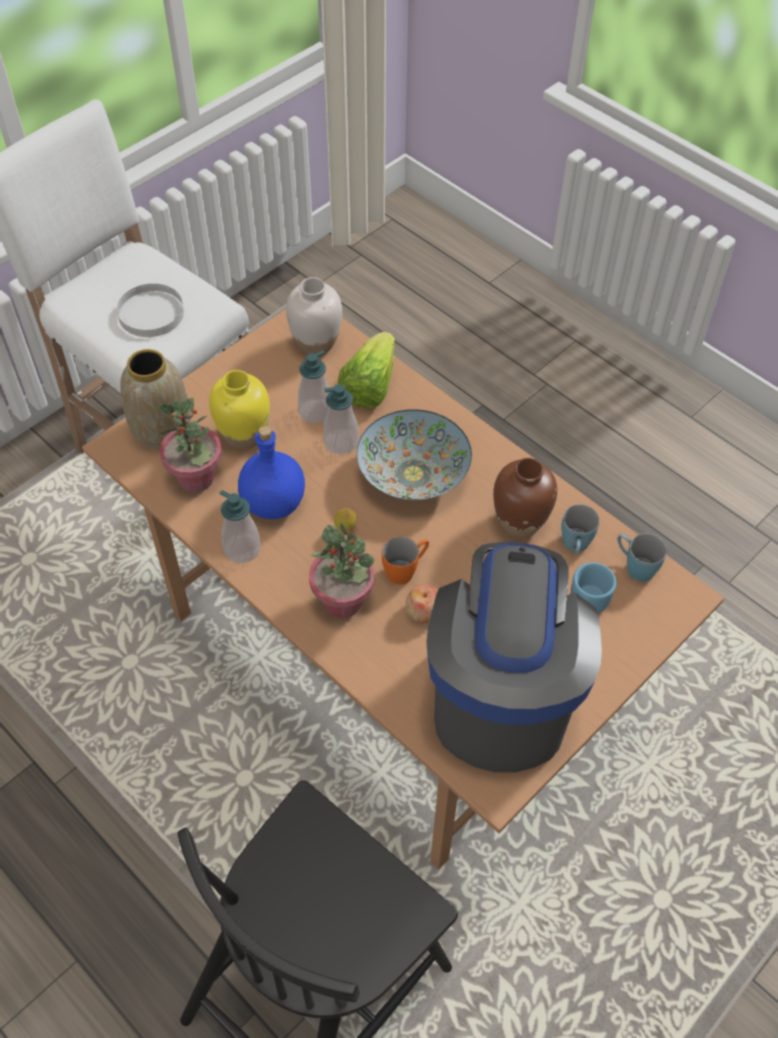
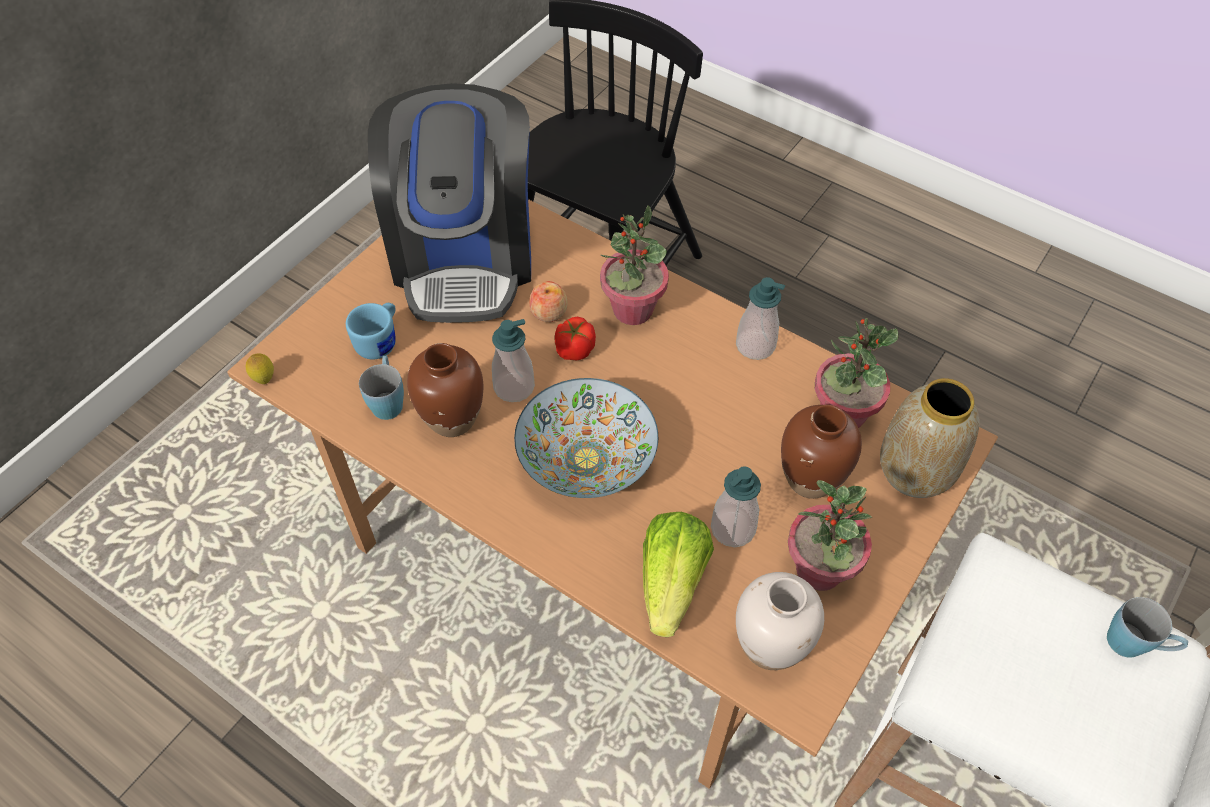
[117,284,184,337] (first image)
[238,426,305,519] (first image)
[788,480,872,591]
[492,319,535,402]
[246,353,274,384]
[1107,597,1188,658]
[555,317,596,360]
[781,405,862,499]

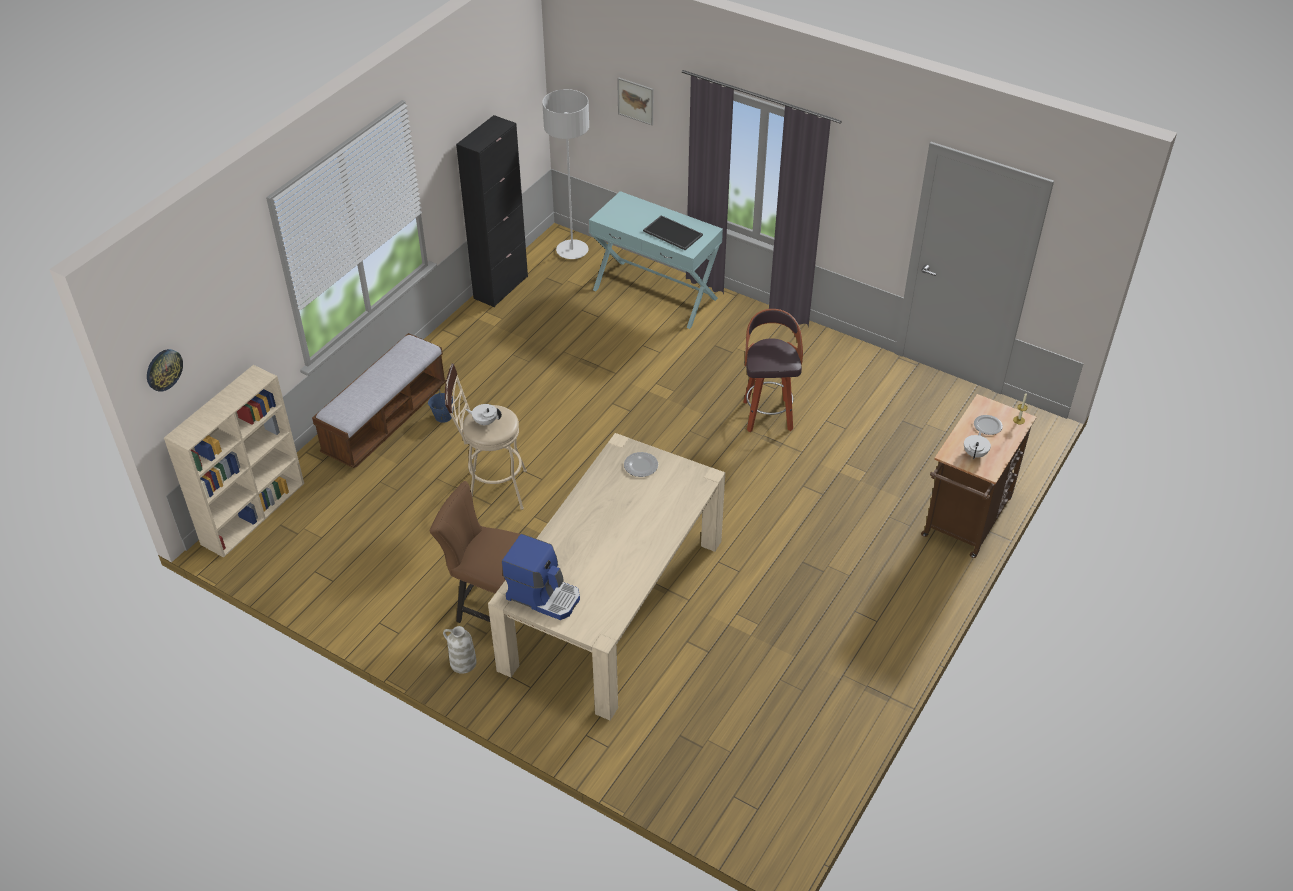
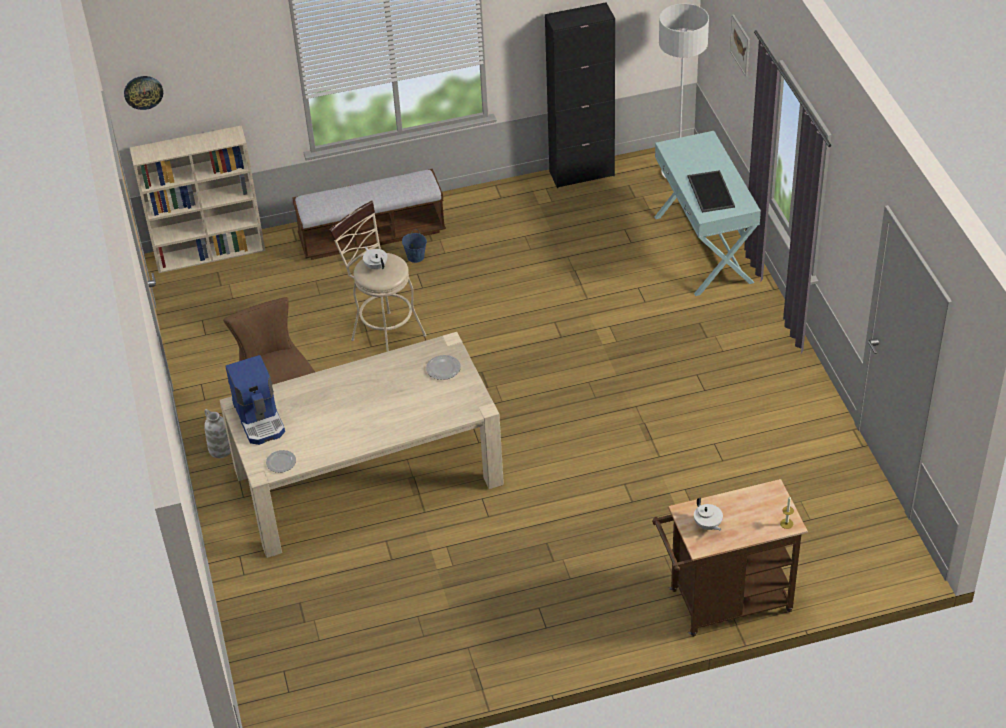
[743,309,803,432] (first image)
[266,450,296,473]
[694,498,723,531]

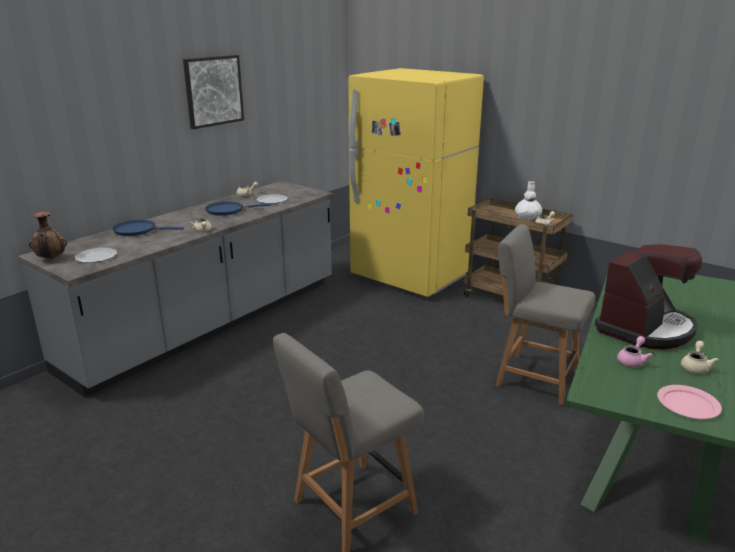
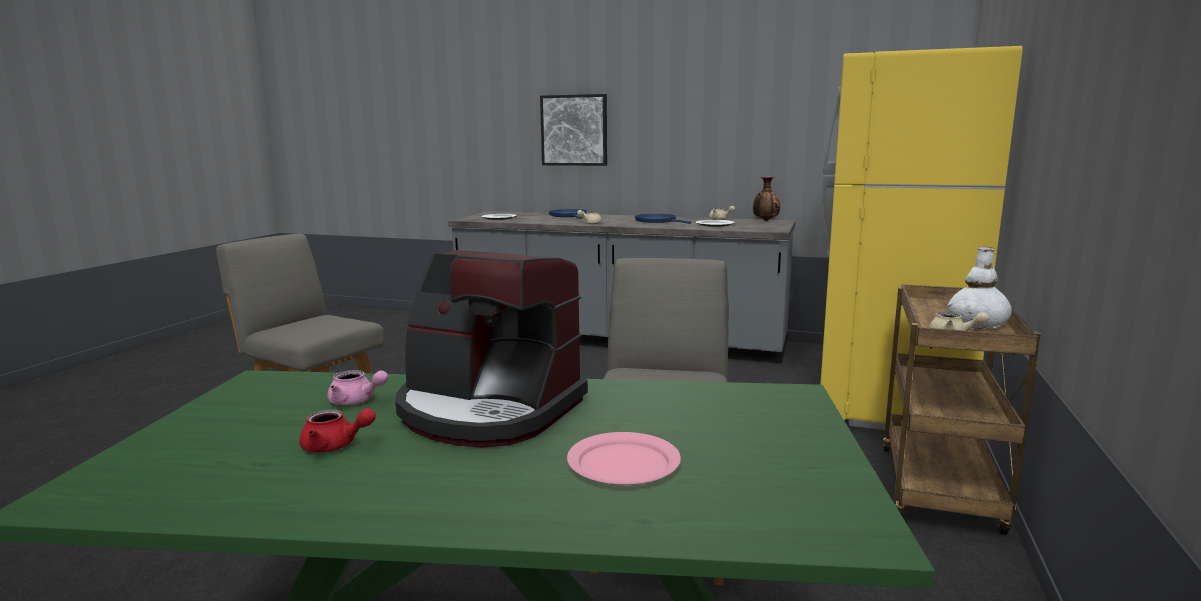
[753,176,780,221]
[540,94,607,166]
[567,432,681,485]
[299,408,376,452]

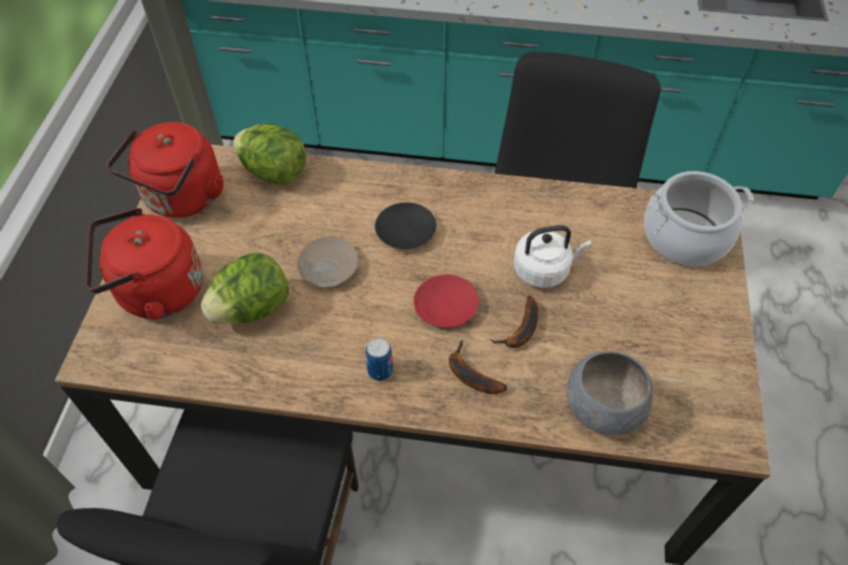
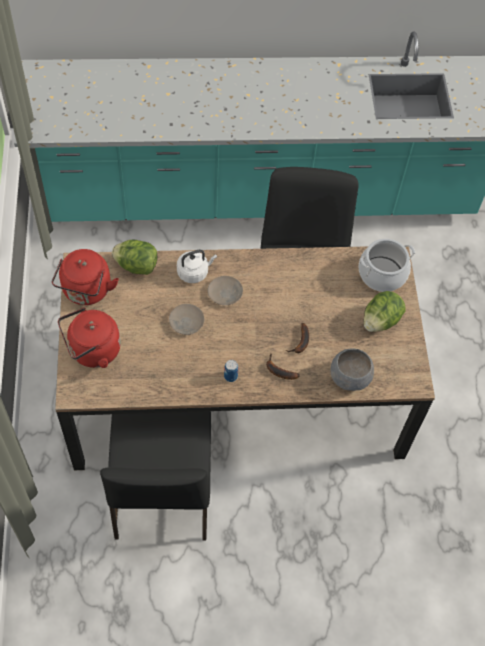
[414,274,479,328] (first image)
[364,291,406,332]
[177,250,217,283]
[207,276,243,305]

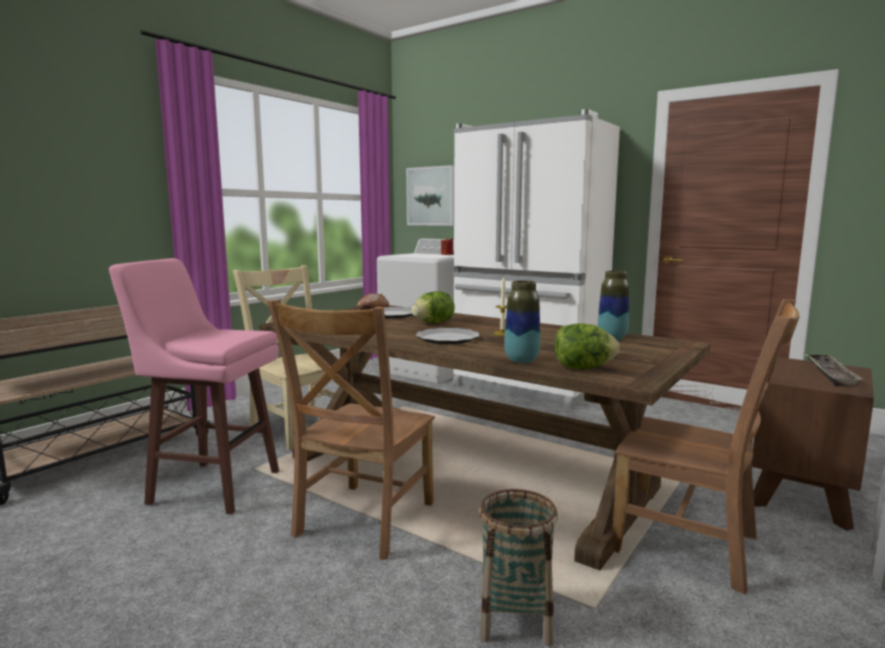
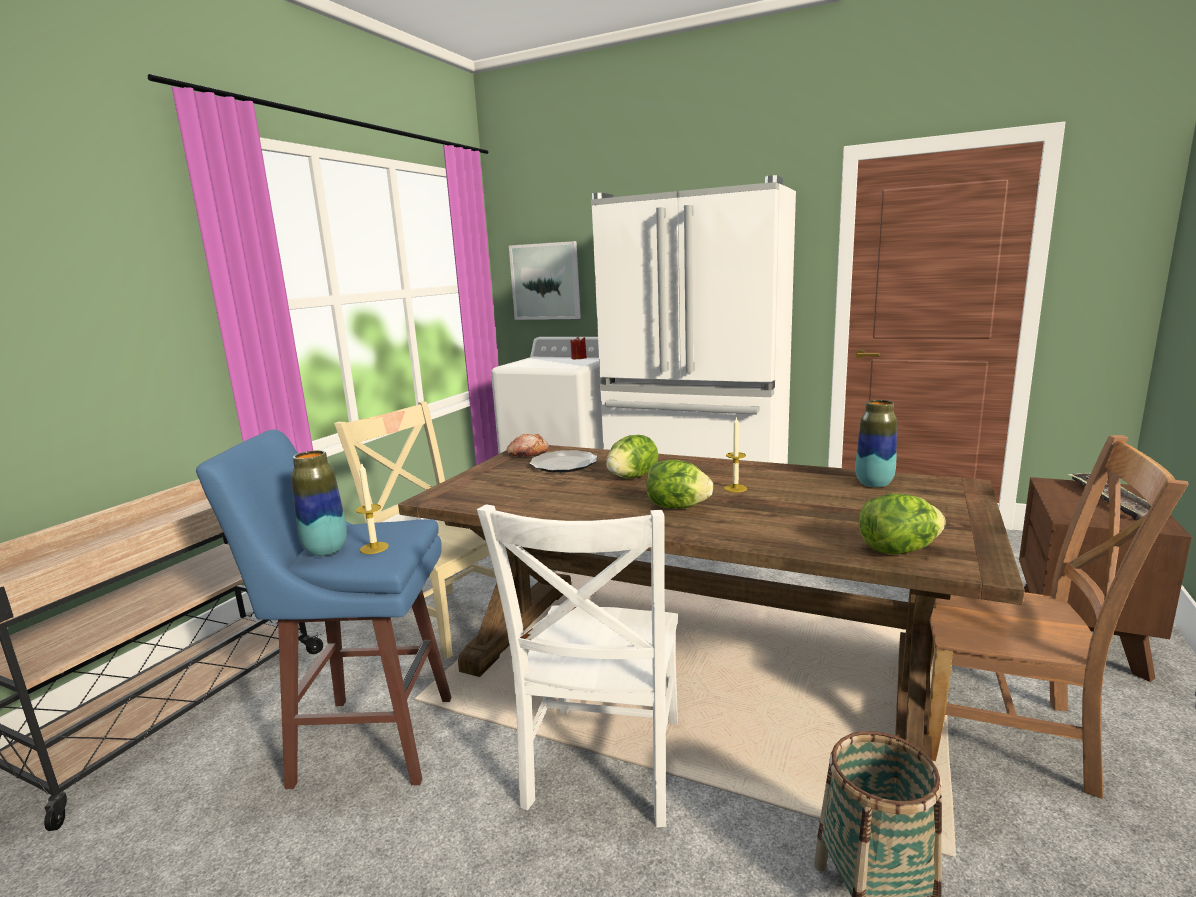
[356,462,389,554]
[291,450,347,556]
[646,460,713,509]
[196,430,452,789]
[477,504,678,828]

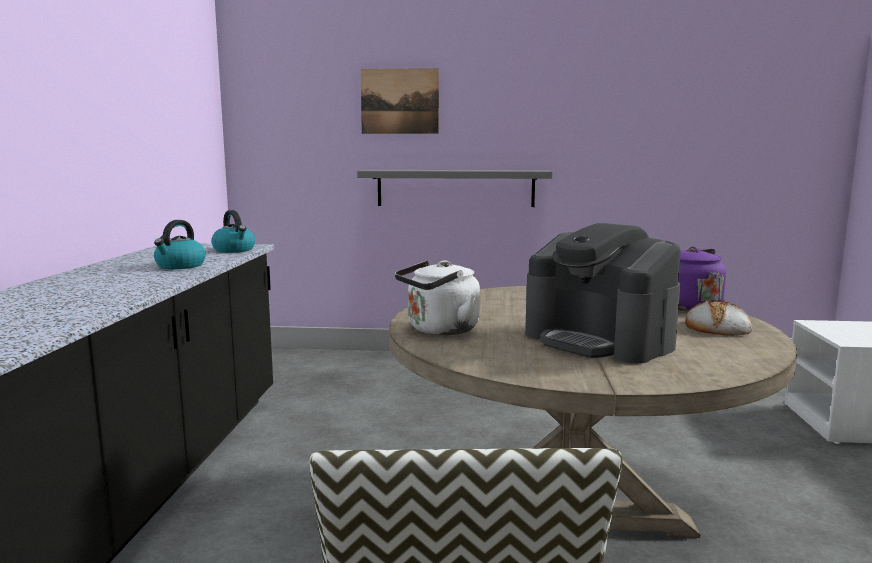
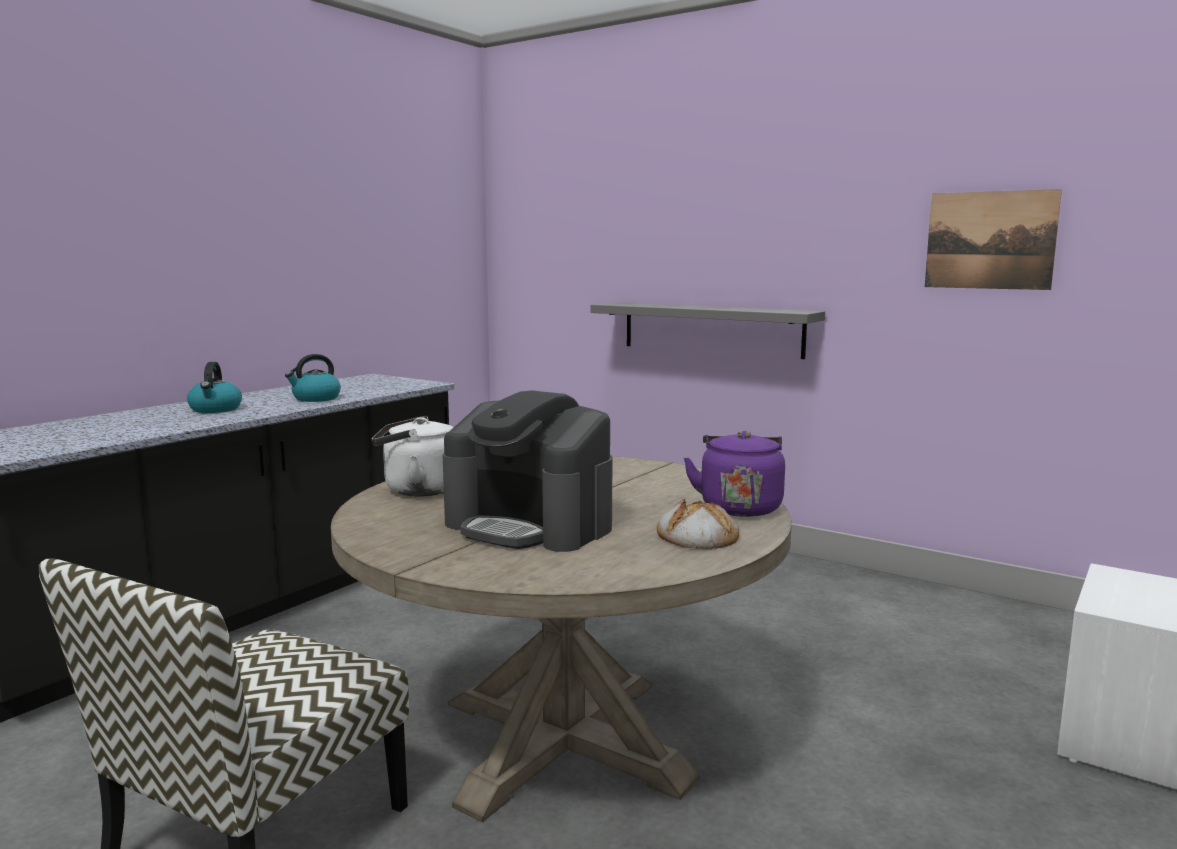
[187,362,242,413]
[925,189,1062,290]
[443,390,612,552]

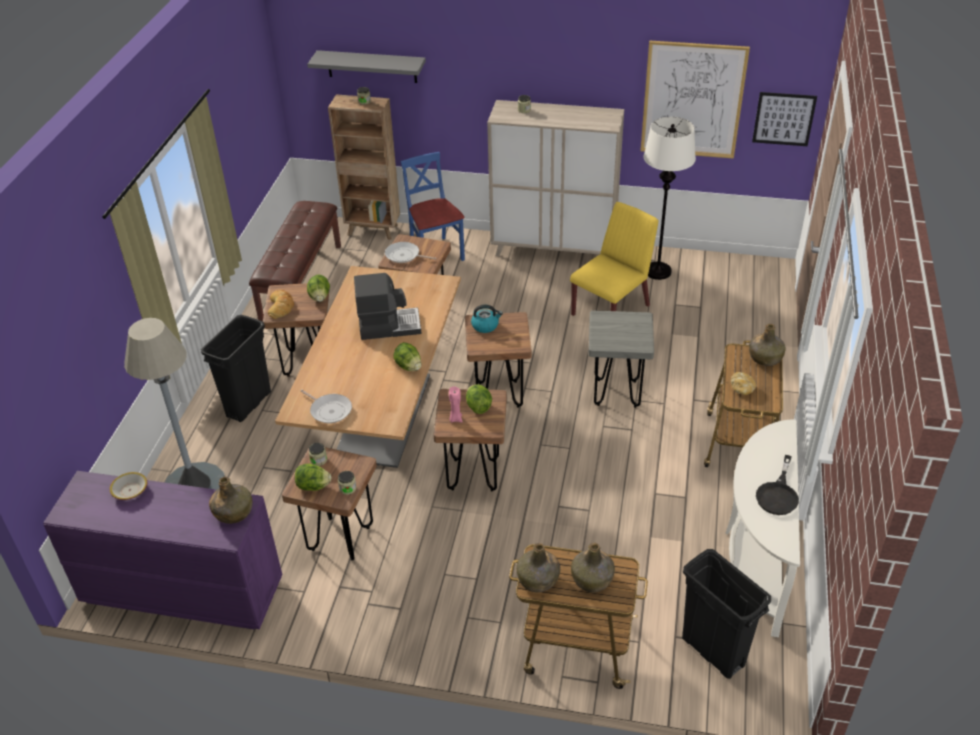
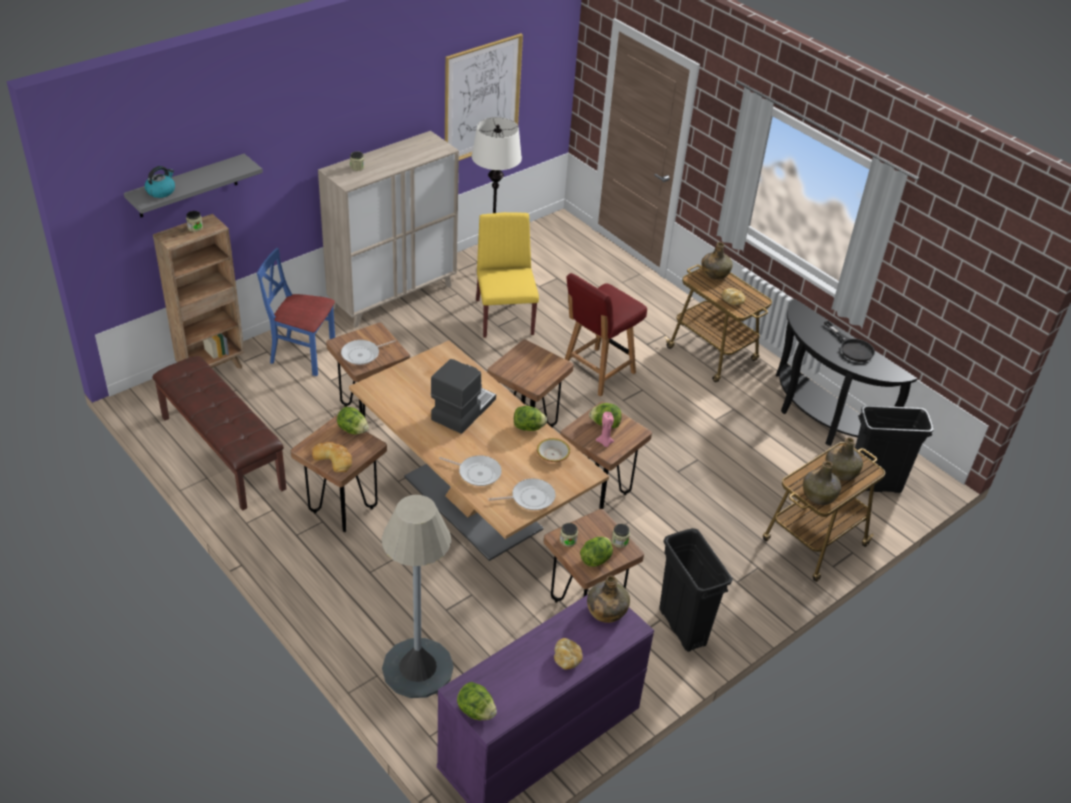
[752,92,817,146] (first image)
[439,455,502,486]
[457,682,497,720]
[554,638,583,670]
[537,438,570,462]
[659,528,733,652]
[145,166,175,198]
[565,273,647,397]
[775,299,918,446]

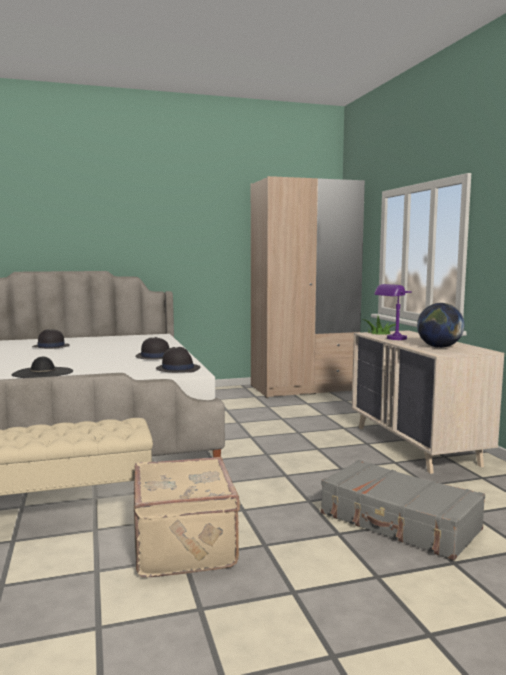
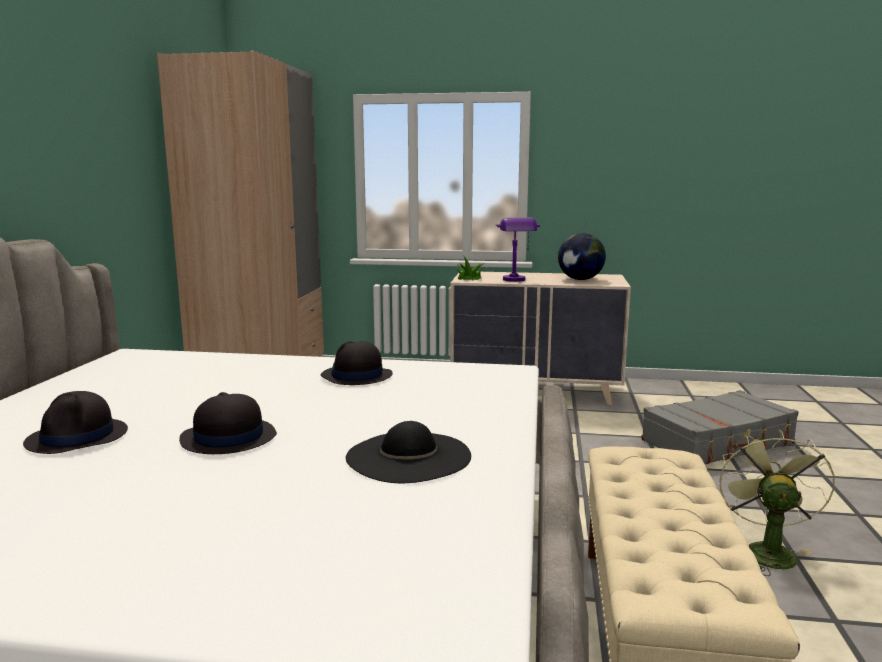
[179,392,277,454]
[719,429,835,576]

